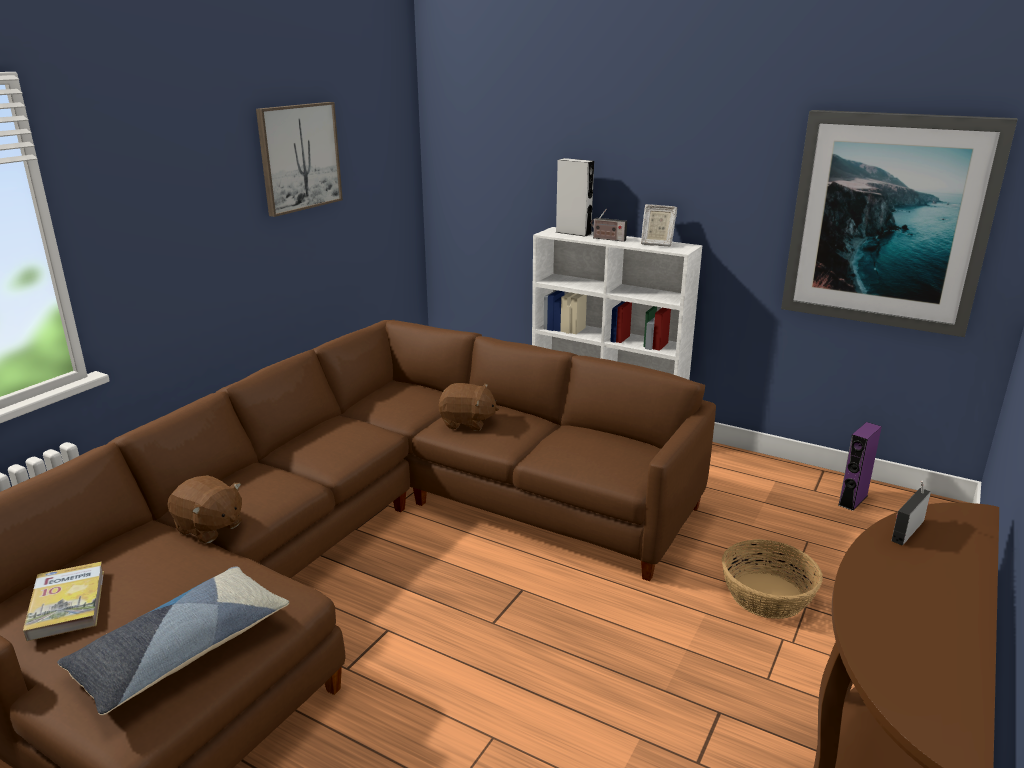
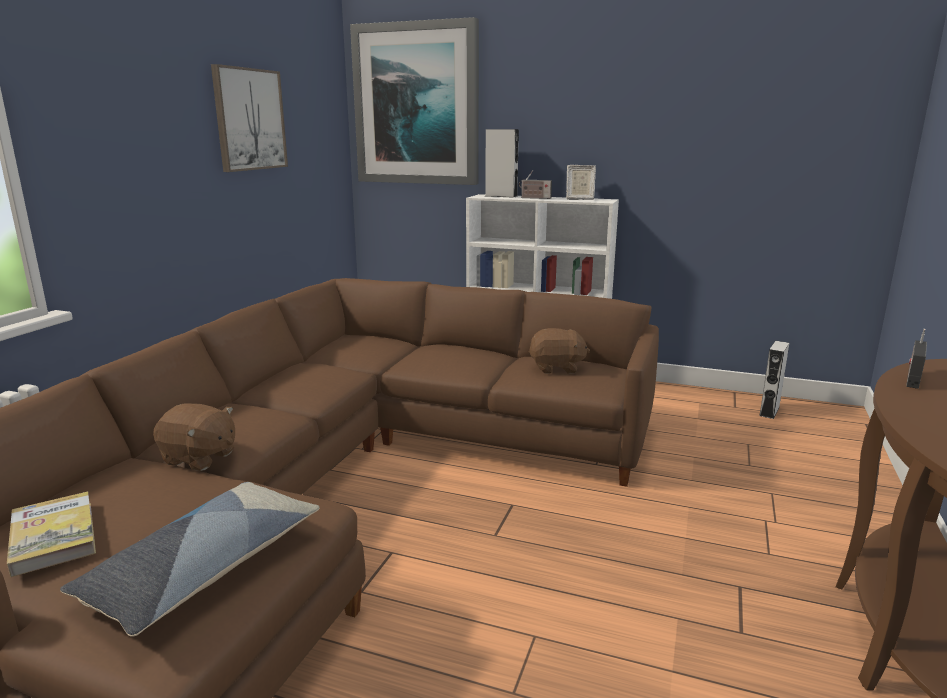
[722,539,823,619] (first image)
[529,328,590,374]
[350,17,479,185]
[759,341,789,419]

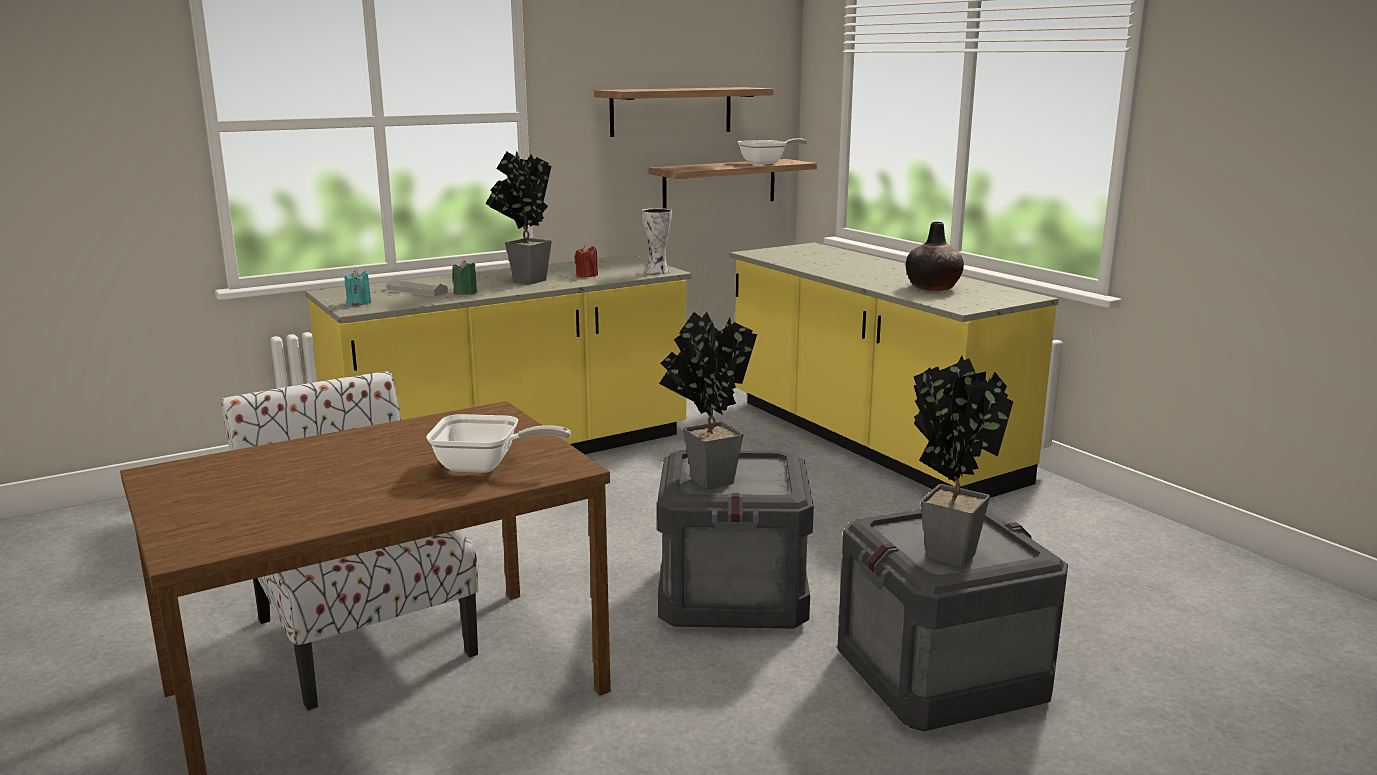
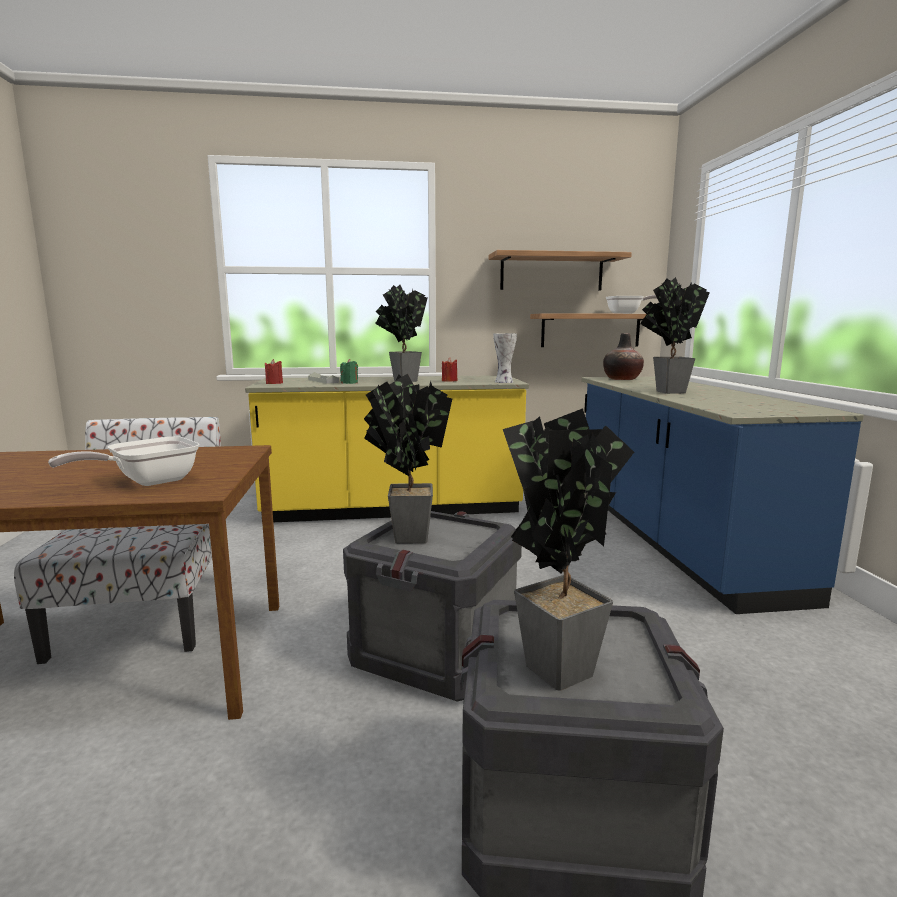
[640,277,710,394]
[603,333,644,380]
[265,359,283,384]
[582,376,864,614]
[48,436,200,486]

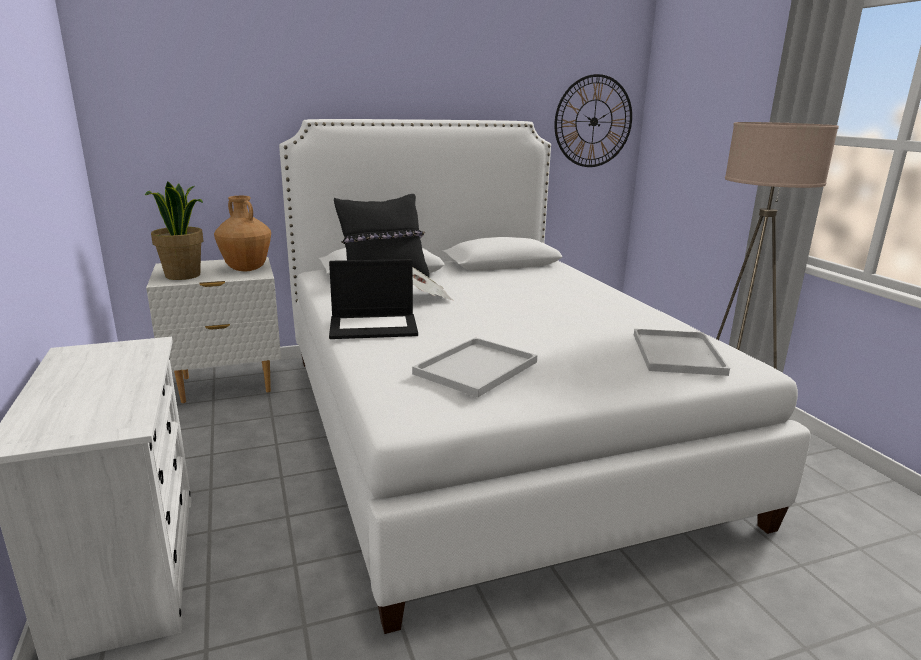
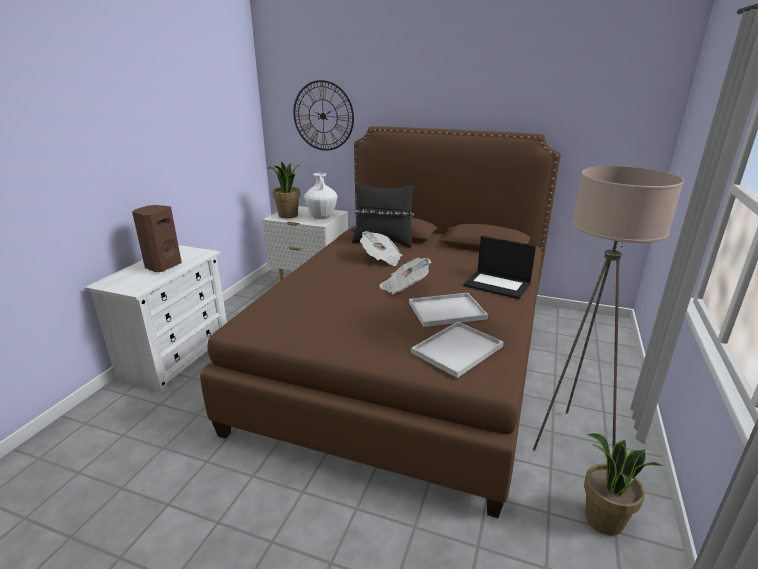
[132,205,182,272]
[379,258,431,294]
[584,433,663,536]
[463,236,536,299]
[409,293,488,327]
[293,80,354,151]
[304,173,337,219]
[200,126,561,518]

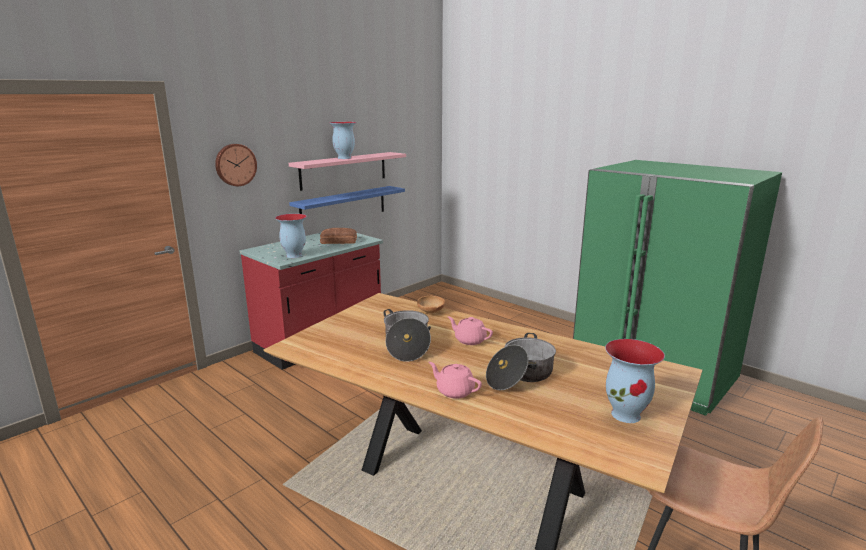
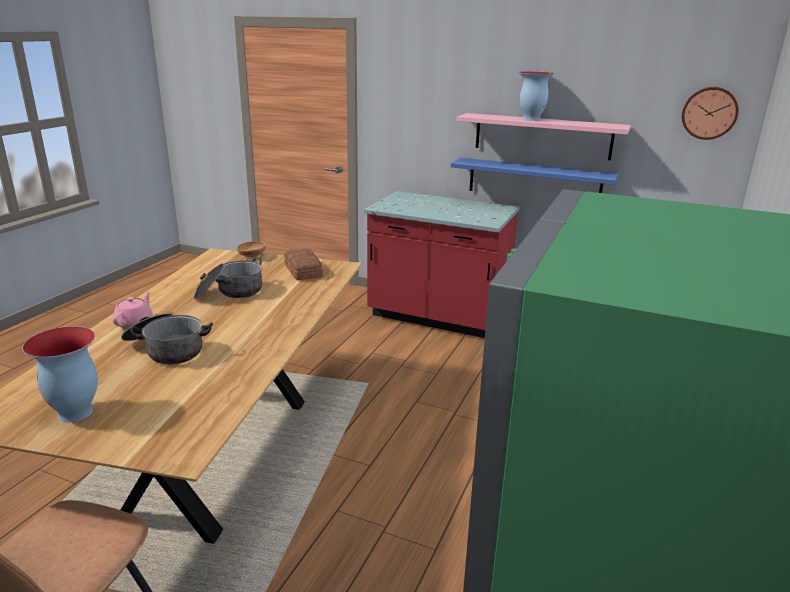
[275,214,307,258] (first image)
[448,317,493,345] (first image)
[682,87,739,140]
[284,249,323,281]
[237,241,266,258]

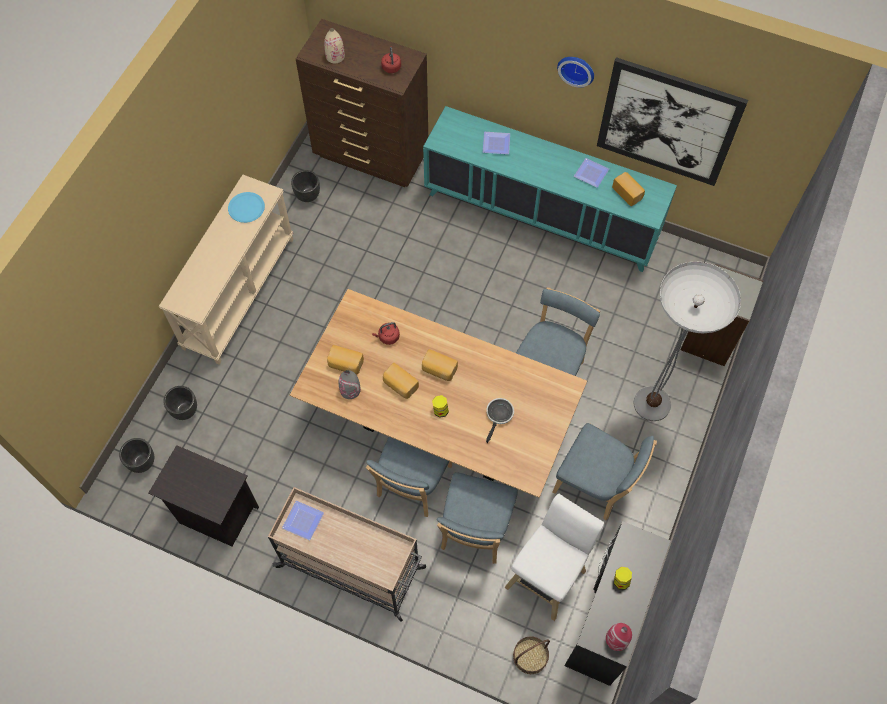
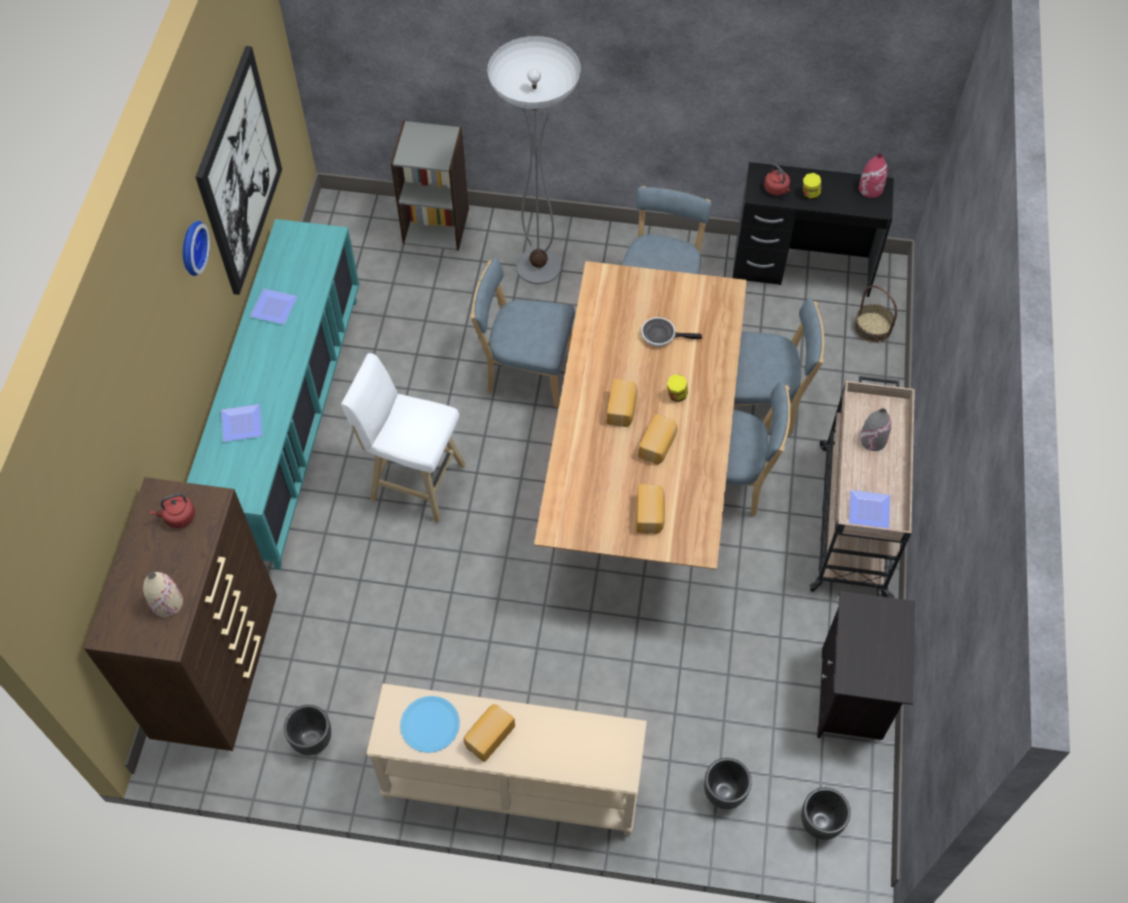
[860,408,891,451]
[764,164,790,195]
[341,353,466,523]
[464,704,515,762]

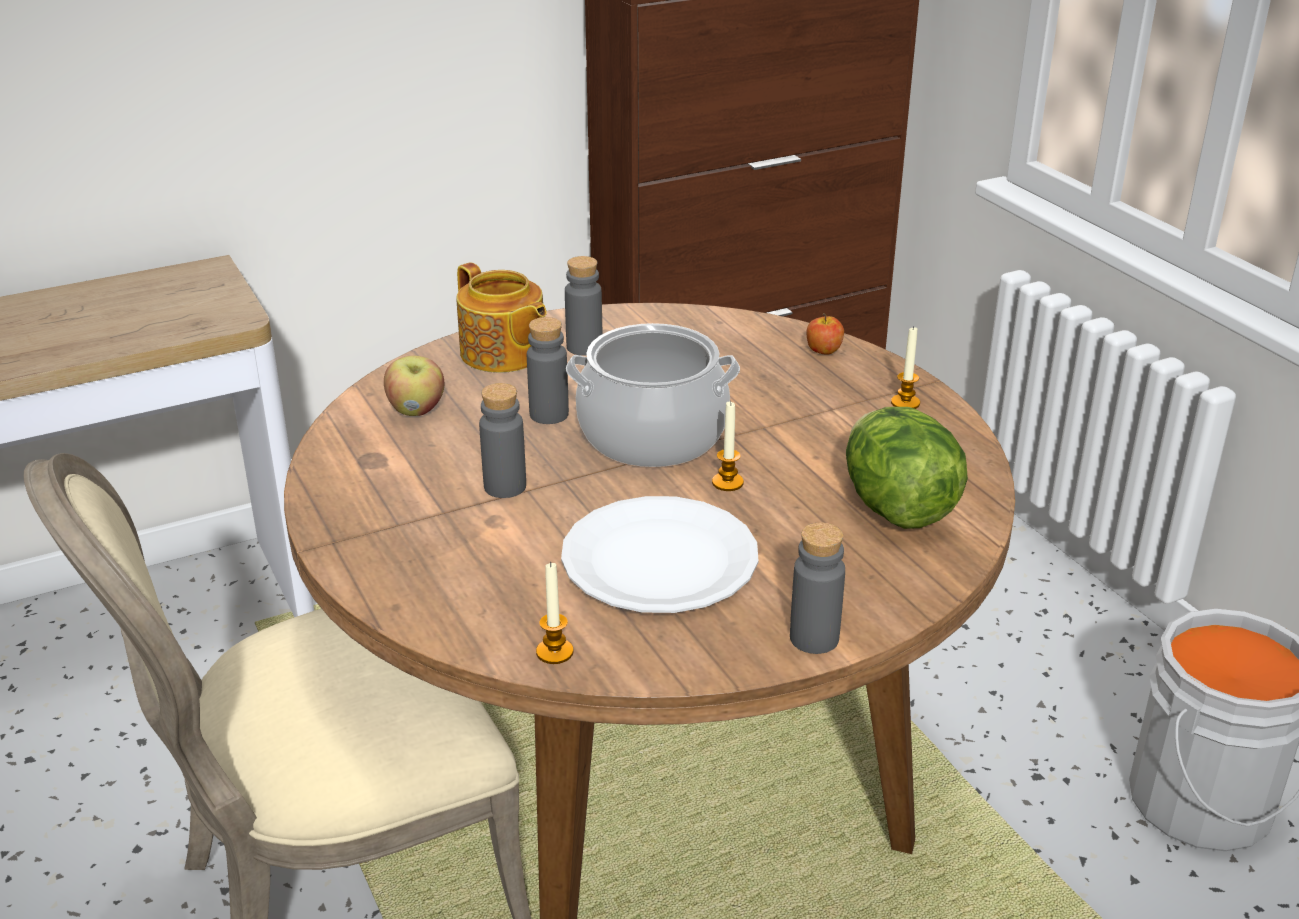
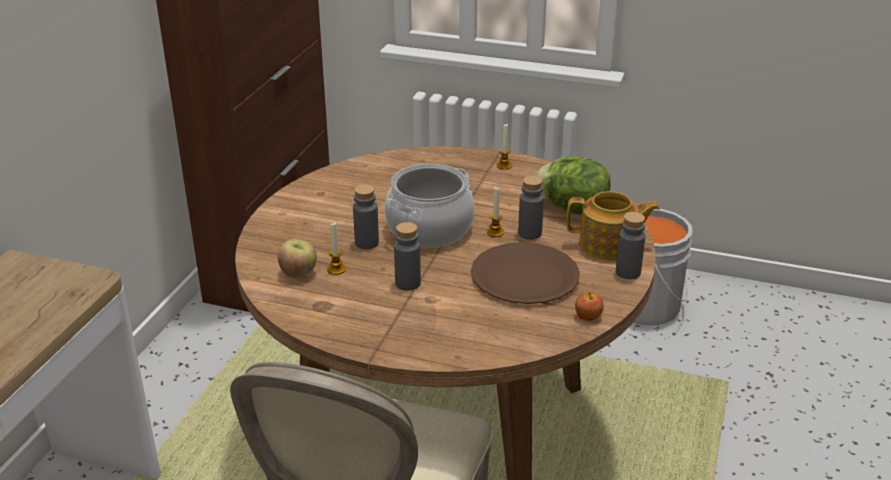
[566,191,660,260]
[327,222,346,275]
[518,176,544,240]
[575,292,604,321]
[471,242,580,304]

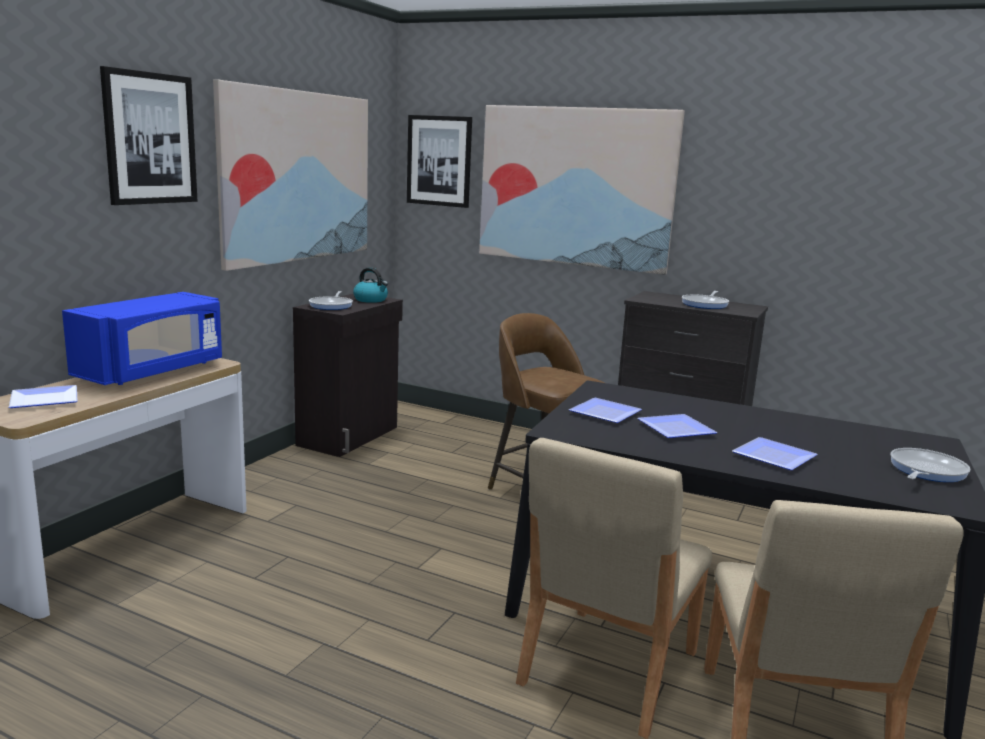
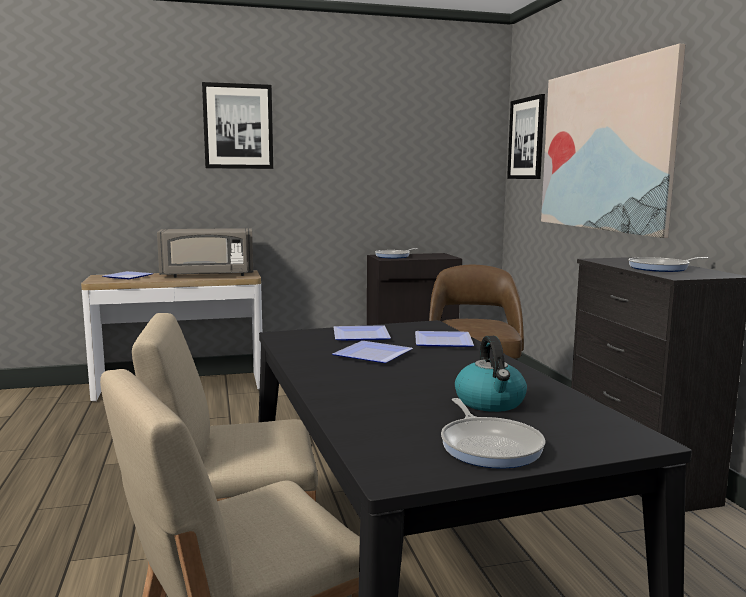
[213,79,368,271] (first image)
[455,336,527,412]
[415,331,474,347]
[157,228,253,277]
[441,398,545,469]

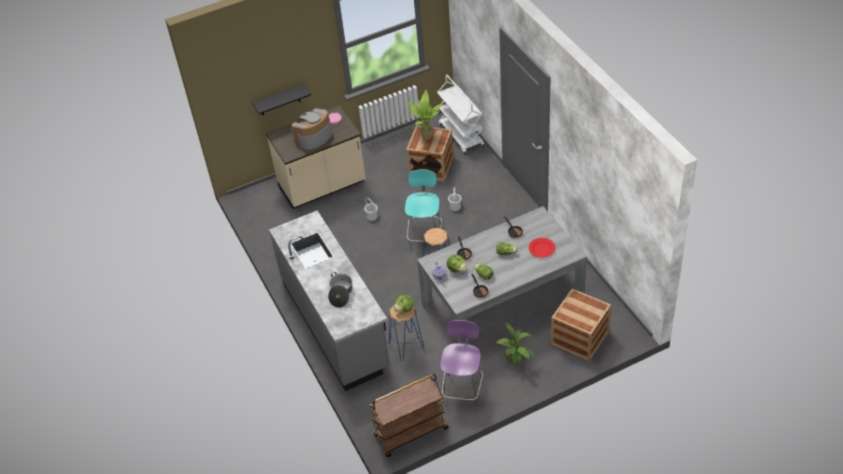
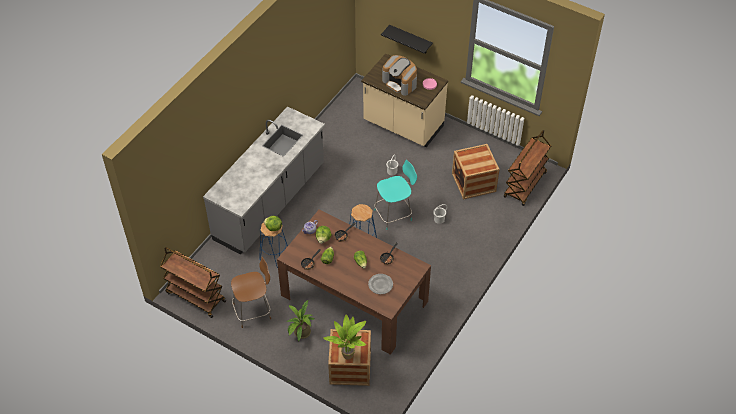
[328,272,352,308] (first image)
[323,314,366,360]
[277,210,431,355]
[504,130,551,206]
[231,257,271,328]
[368,274,393,294]
[382,55,417,96]

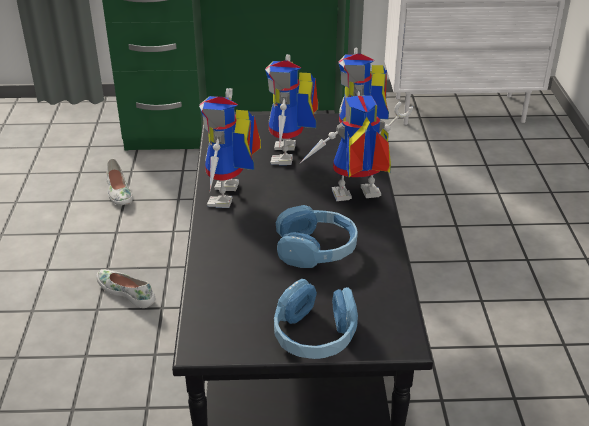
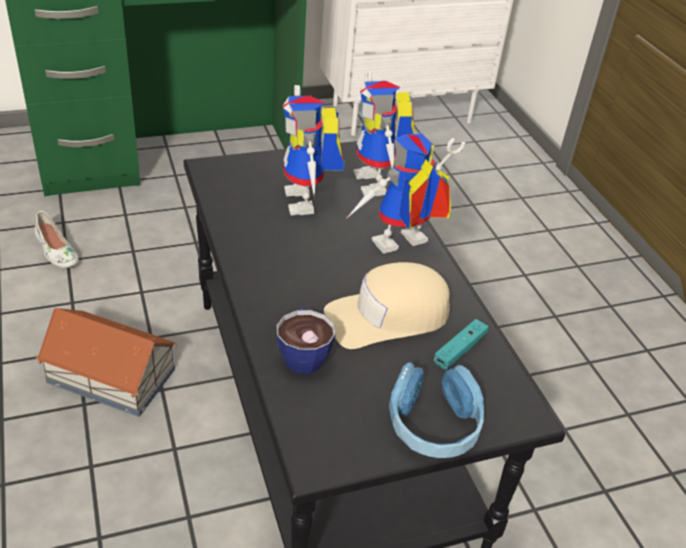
[199,88,261,208] (first image)
[277,307,336,374]
[434,319,489,369]
[35,308,177,417]
[324,262,451,349]

